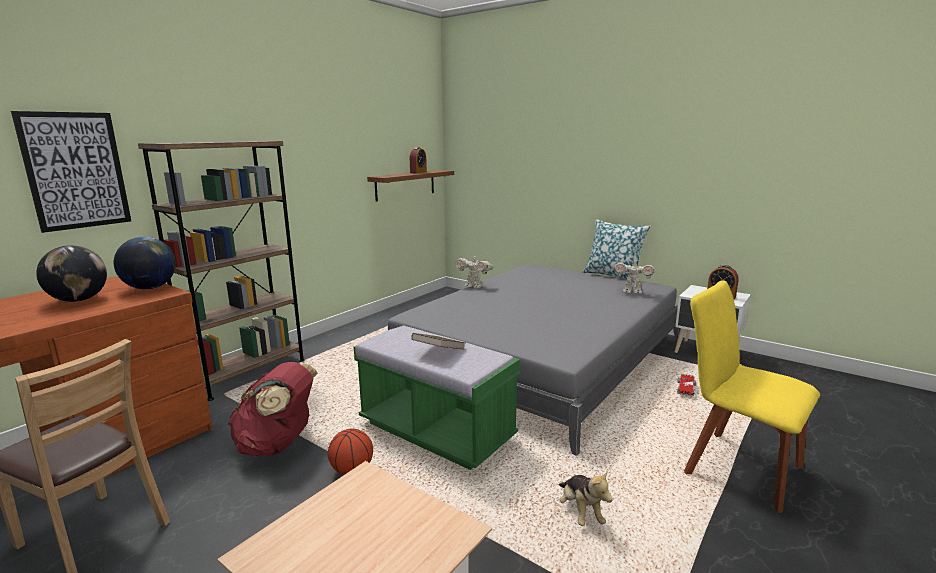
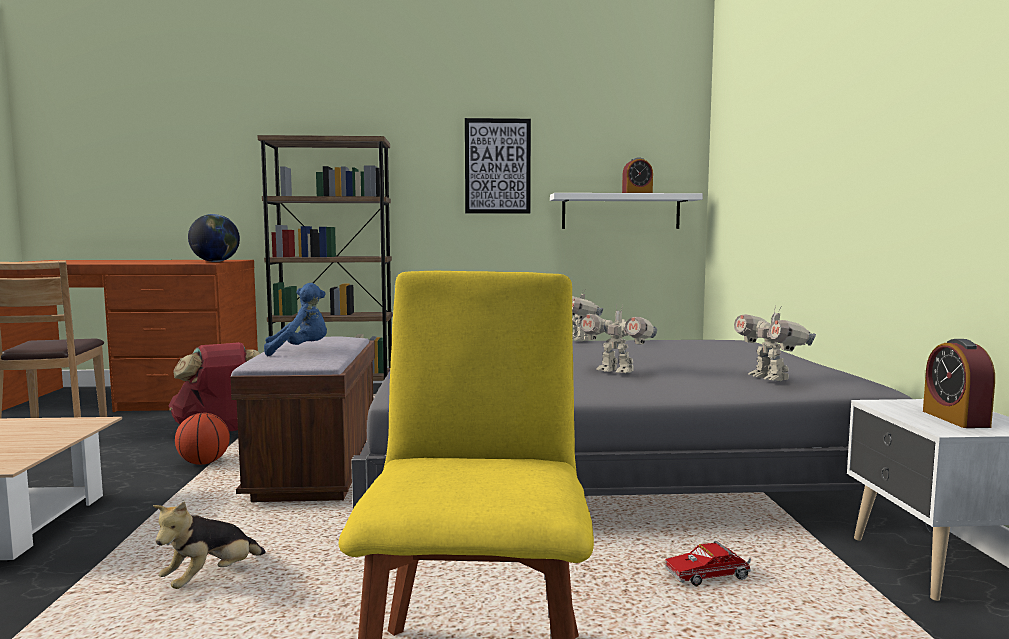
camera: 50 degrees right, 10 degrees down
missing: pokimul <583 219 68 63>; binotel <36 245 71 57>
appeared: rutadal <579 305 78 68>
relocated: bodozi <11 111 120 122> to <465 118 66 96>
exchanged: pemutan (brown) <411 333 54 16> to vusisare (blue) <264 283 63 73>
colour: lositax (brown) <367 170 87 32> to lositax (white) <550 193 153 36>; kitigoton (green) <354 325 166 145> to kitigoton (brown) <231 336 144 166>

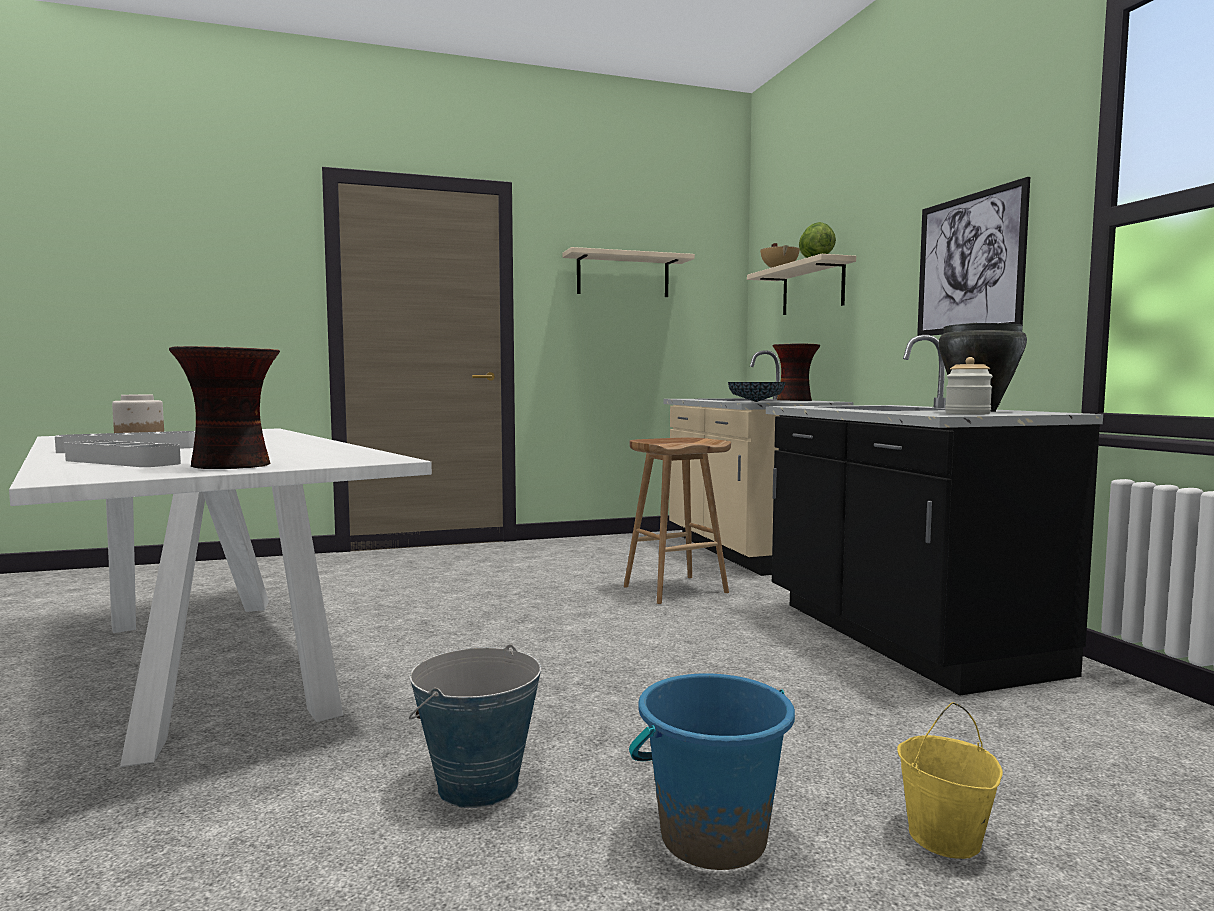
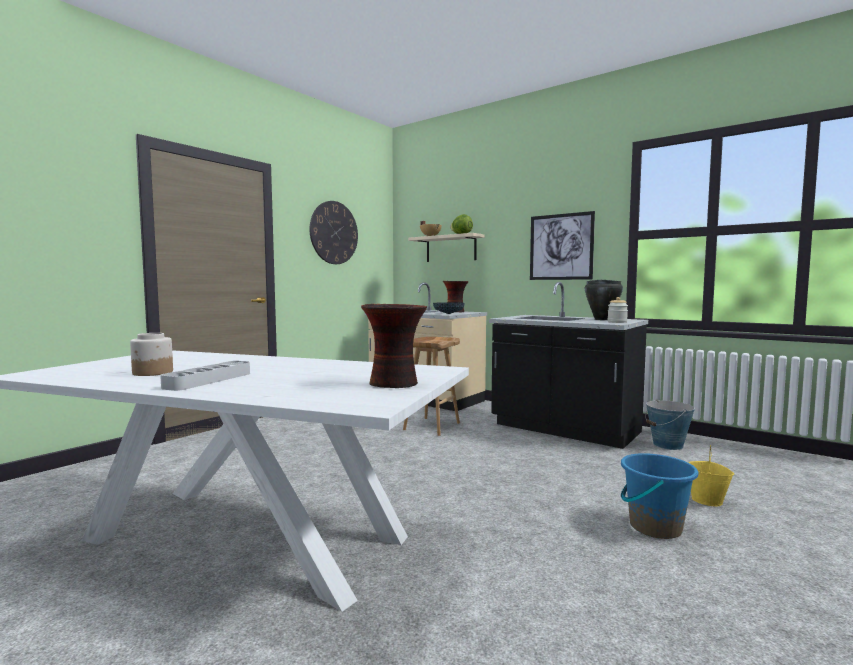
camera: 35 degrees left, 0 degrees up
missing: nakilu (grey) <64 440 117 27>
relocated: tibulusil <409 644 132 164> to <645 399 50 51>
exchanged: lositax (beige) <562 247 133 50> to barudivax <310 201 48 63>

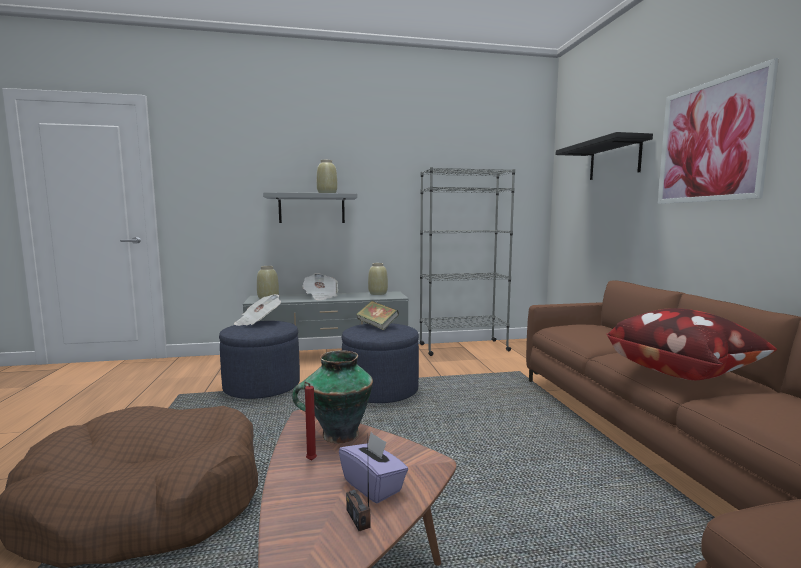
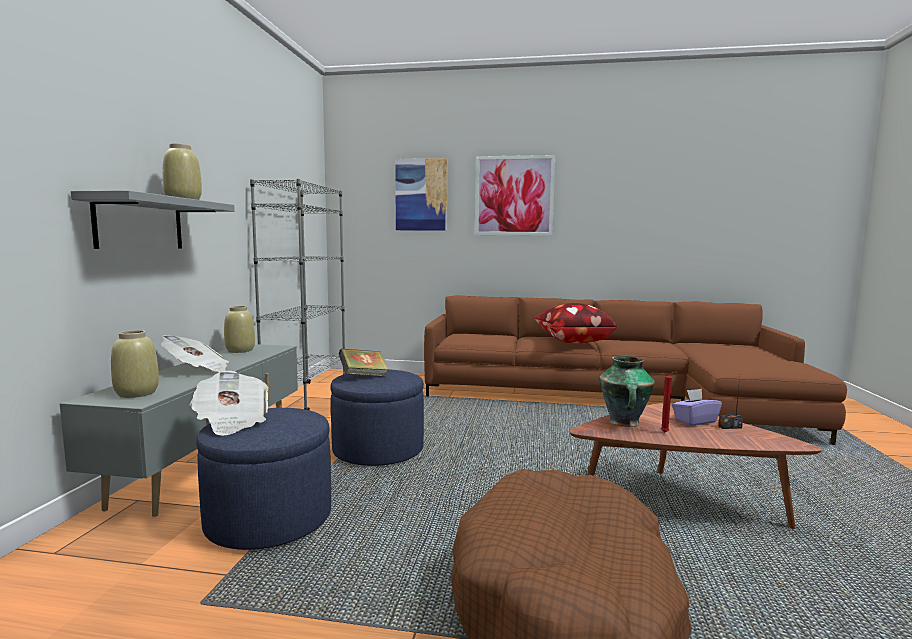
camera: 70 degrees left, 0 degrees up
exchanged: lositax (black) <556 132 97 48> to bodozi <395 158 52 73>

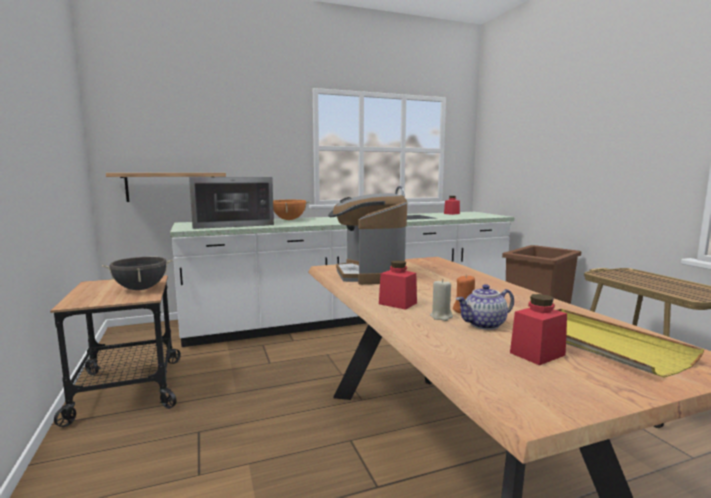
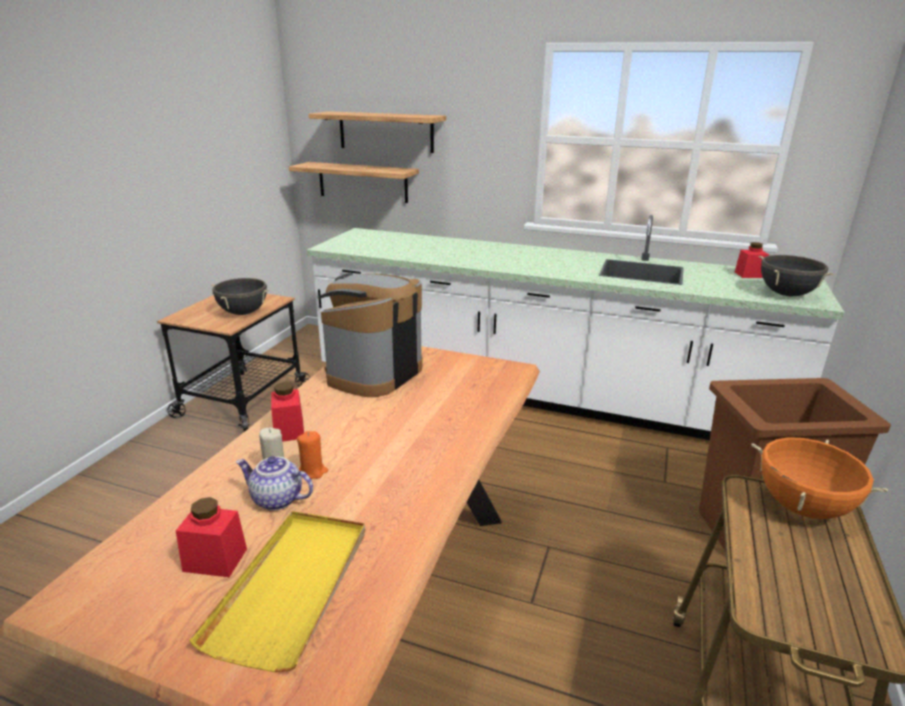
camera: 40 degrees right, 15 degrees up
missing: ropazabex <189 177 85 52>
appeared: lositax <309 111 137 42>; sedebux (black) <759 255 74 41>
relocated: sedebux (orange) <273 200 37 20> to <751 437 137 82>

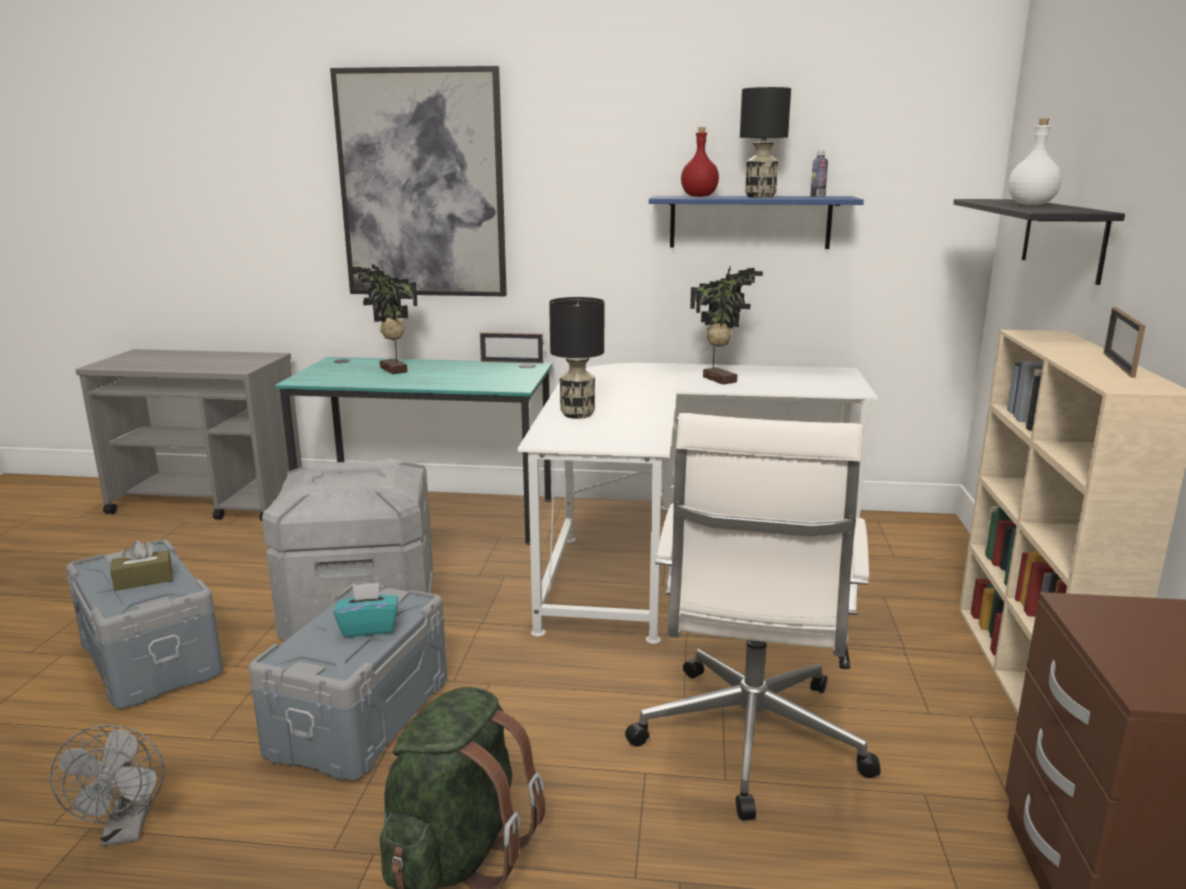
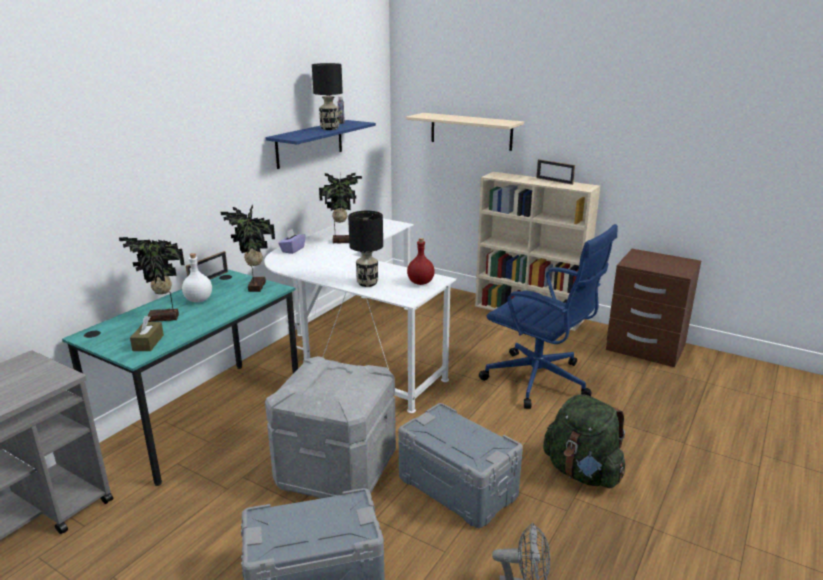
camera: 65 degrees left, 5 degrees up
missing: bodozi <330 66 177 230>; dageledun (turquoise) <334 582 64 55>
appeared: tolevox <220 205 55 87>; dageledun (purple) <278 229 28 25>
relocated: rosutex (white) <1008 118 54 87> to <182 253 30 49>; rosutex (red) <681 127 38 70> to <407 238 28 47>; dageledun (brown) <110 540 62 51> to <130 316 34 35>
colour: lositax (black) <953 199 172 86> to lositax (beige) <406 113 118 38>; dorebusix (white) <625 413 256 407> to dorebusix (blue) <479 224 139 185>

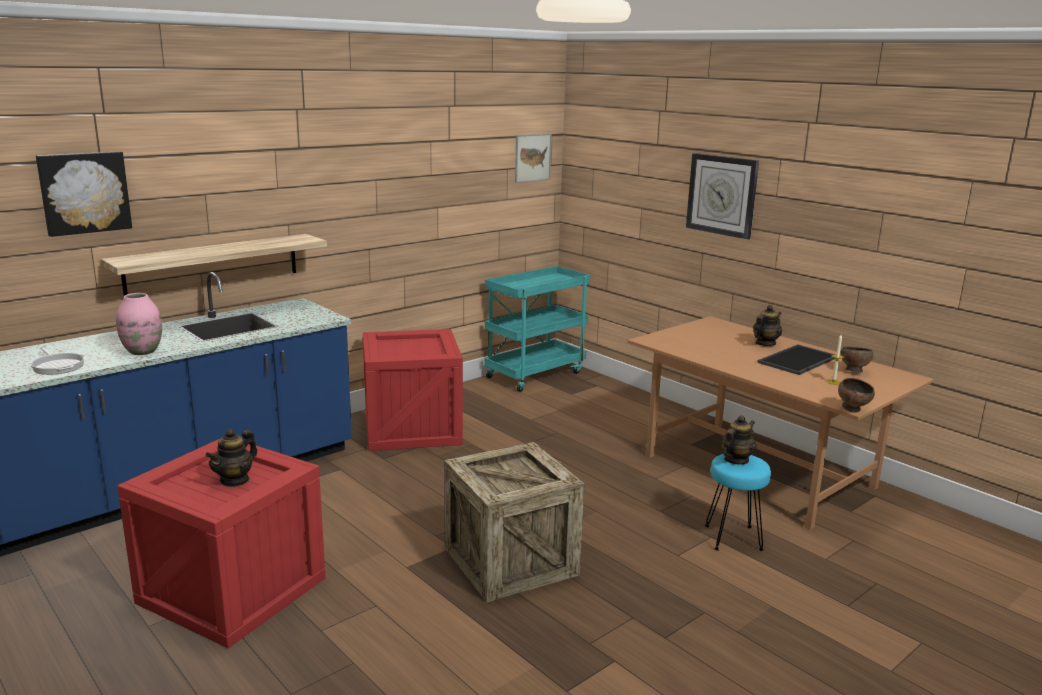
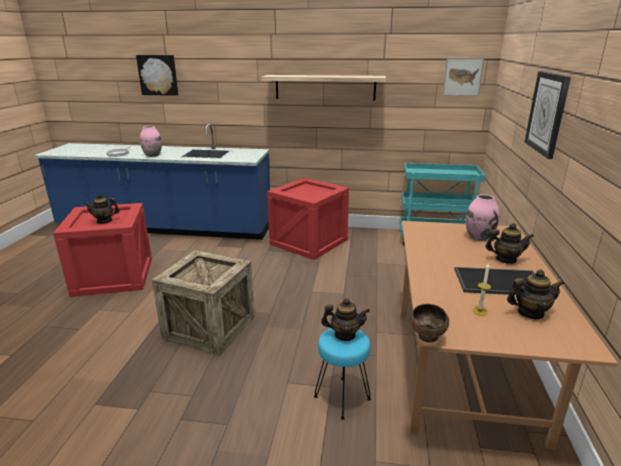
camera: 50 degrees right, 5 degrees up
appeared: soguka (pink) <466 194 34 47>
relocated: lositax <101 234 226 62> to <261 75 125 25>
exchanged: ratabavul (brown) <840 346 33 26> to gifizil <507 269 58 50>

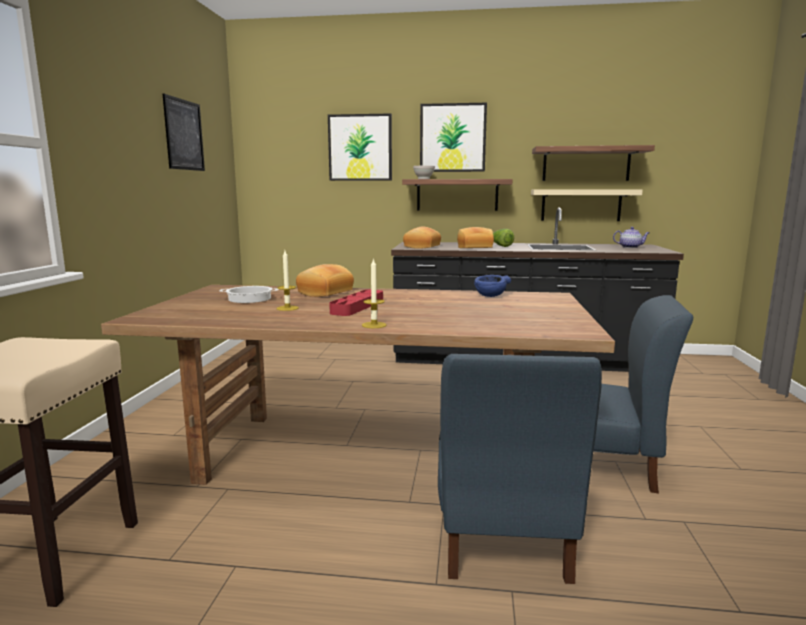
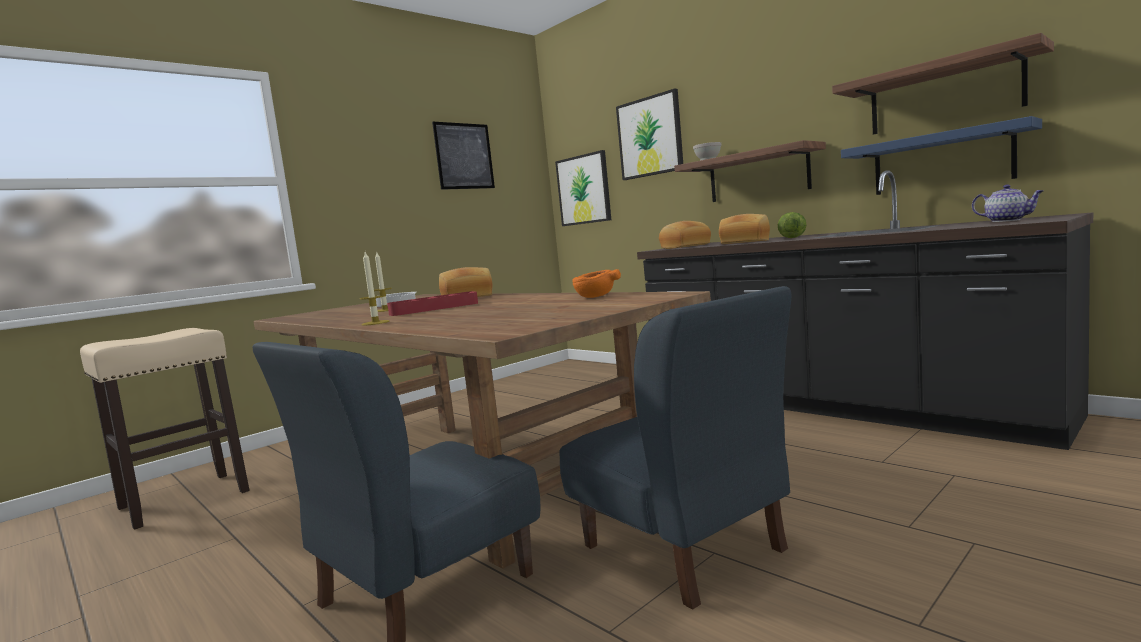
camera: 40 degrees right, 5 degrees down
relocated: bodozi <420 103 67 69> to <555 150 56 76>
colour: lositax (beige) <531 189 112 32> to lositax (blue) <841 116 201 79>; ratabavul (blue) <474 275 37 22> to ratabavul (orange) <573 269 48 29>

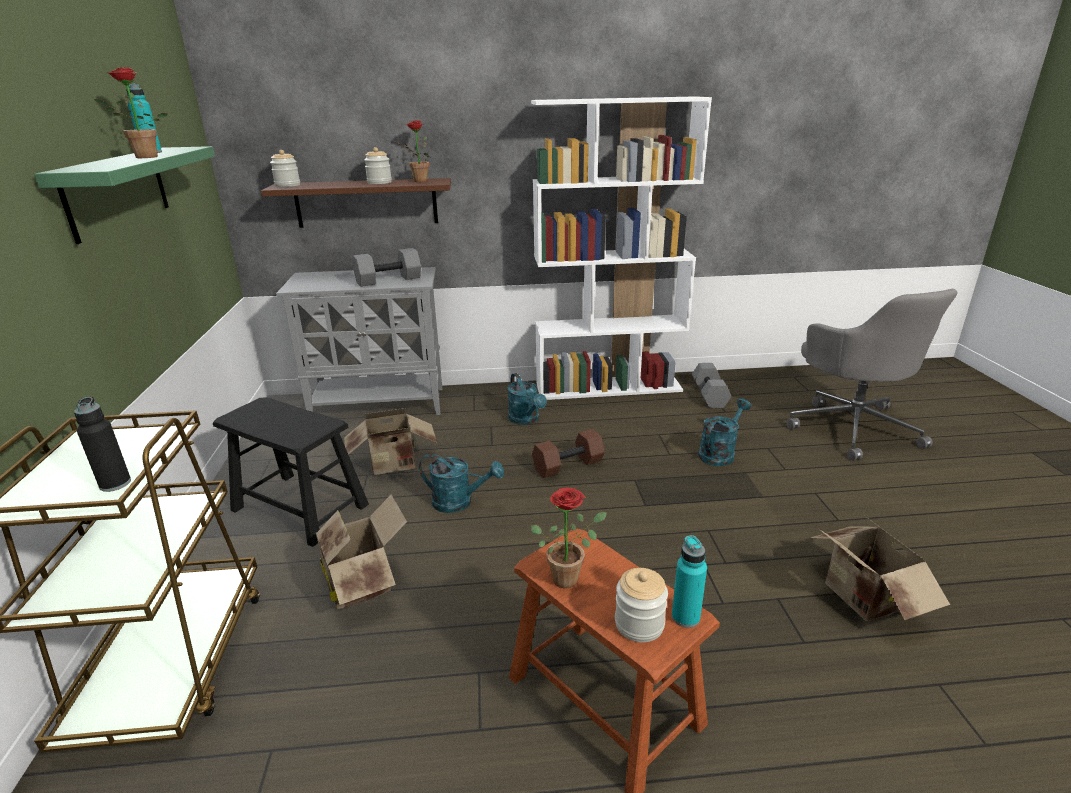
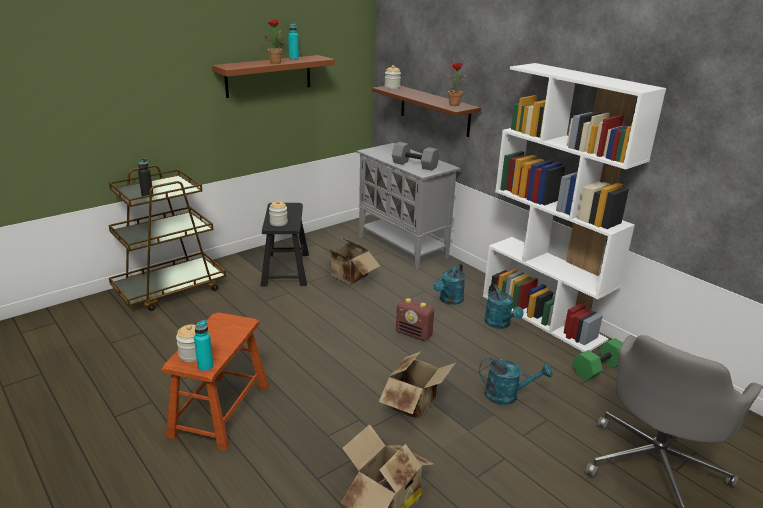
camera: 55 degrees right, 0 degrees up
missing: tolevox <531 488 76 100>
relocated: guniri <364 147 28 37> to <269 200 19 26>; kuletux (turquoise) <419 454 85 59> to <484 284 40 45>; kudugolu <316 495 91 115> to <379 351 76 69>
exchanged: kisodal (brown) <532 429 73 49> to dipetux <396 298 38 43>
colour: lositax (green) <34 146 181 98> to lositax (brown) <212 55 123 43>; kisodal (grey) <692 363 39 45> to kisodal (green) <573 338 50 43>

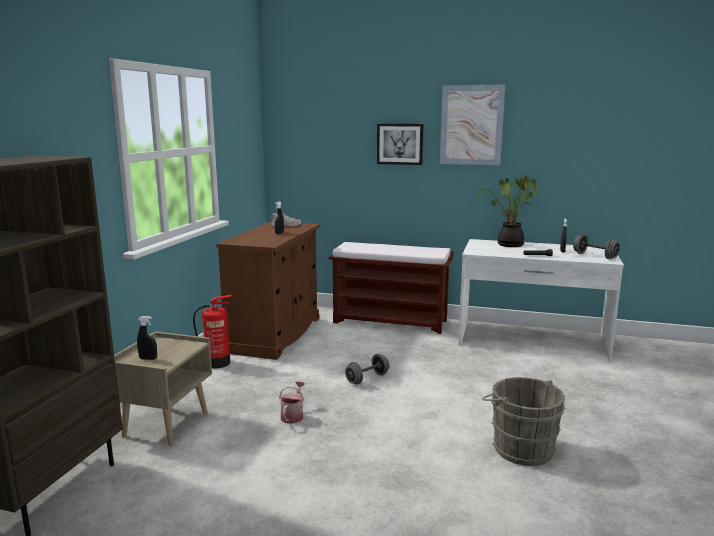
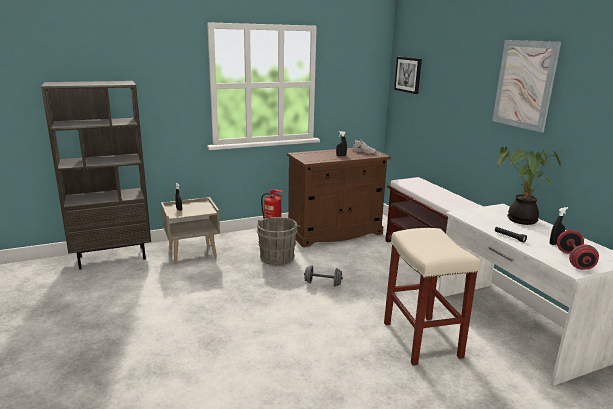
camera: 50 degrees right, 5 degrees up
missing: kuletux <279 381 26 43>
appeared: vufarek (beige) <384 228 96 137>
relocated: bodozi <377 124 46 41> to <394 57 28 37>; tibulusil (grey) <482 377 83 89> to <257 217 44 48>
colour: kisodal (grey) <573 234 47 25> to kisodal (red) <557 230 42 40>

